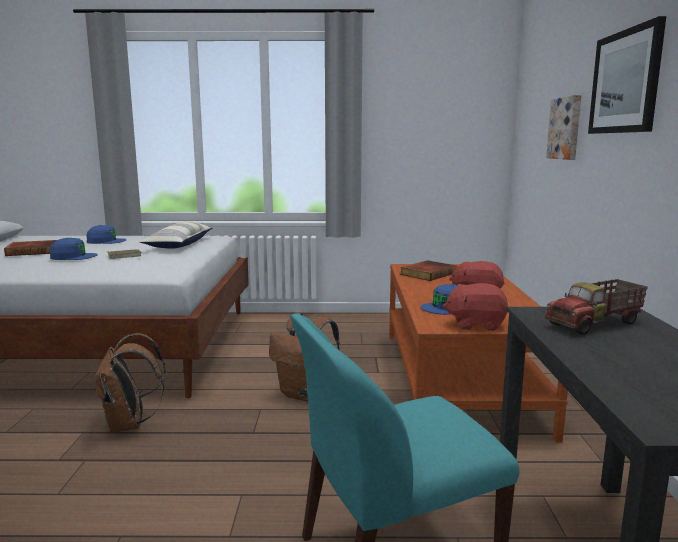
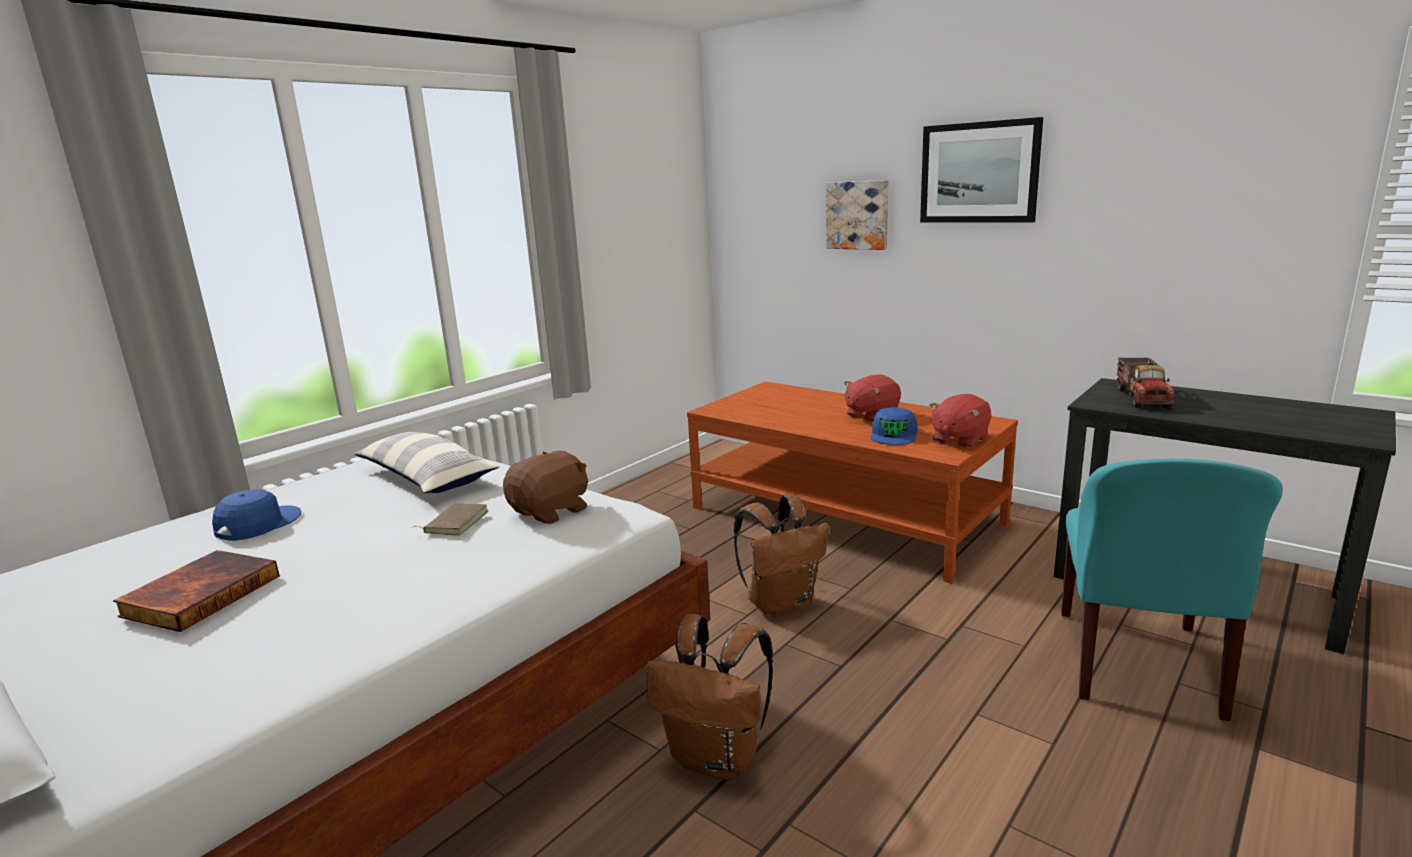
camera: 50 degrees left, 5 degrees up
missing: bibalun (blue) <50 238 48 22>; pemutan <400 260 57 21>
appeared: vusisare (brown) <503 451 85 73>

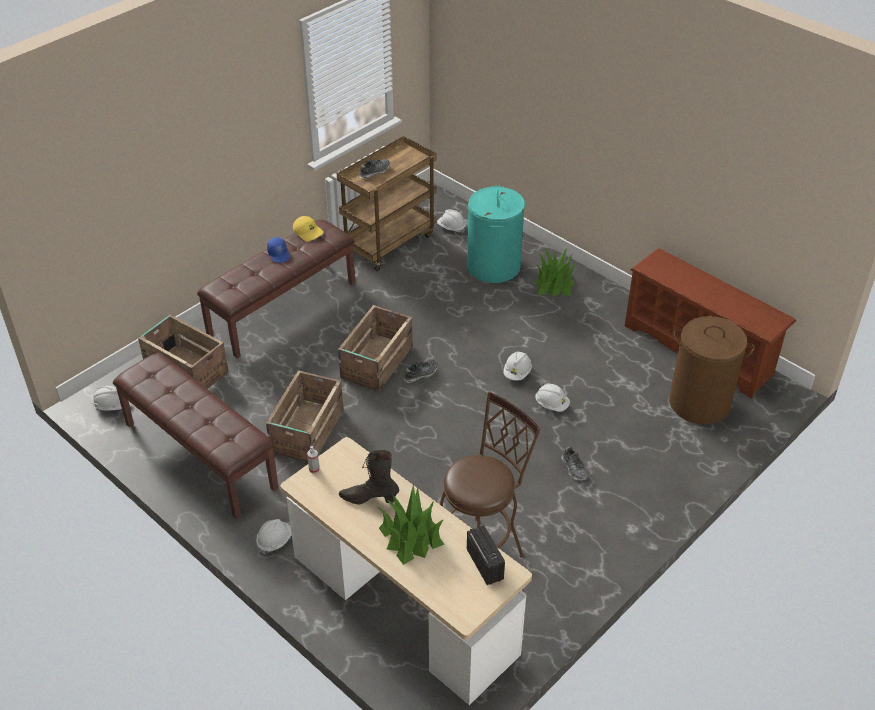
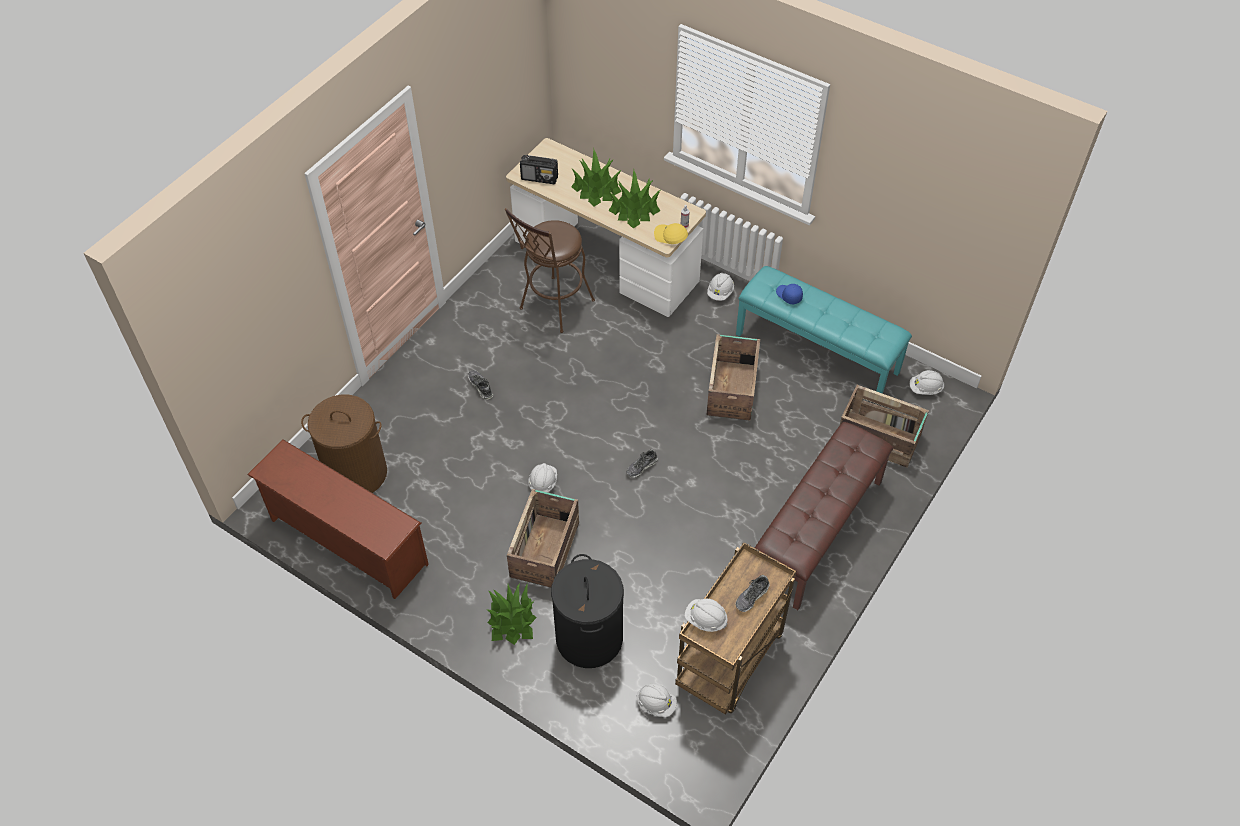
camera: 170 degrees right, 10 degrees up
relocated: bibalun (yellow) <293 216 31 26> to <654 223 34 21>; bibalun (blue) <267 237 23 26> to <776 284 27 21>; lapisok <338 305 75 87> to <507 489 72 99>; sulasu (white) <535 384 35 28> to <685 599 43 33>
exchanged: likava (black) <339 450 60 54> to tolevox <608 169 52 59>
colour: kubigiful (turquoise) <467 185 58 98> to kubigiful (black) <551 554 73 114>; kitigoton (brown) <113 353 166 166> to kitigoton (turquoise) <736 266 176 128>
spun: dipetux <467 525 38 60> = <520 155 38 29> 45 degrees counterclockwise

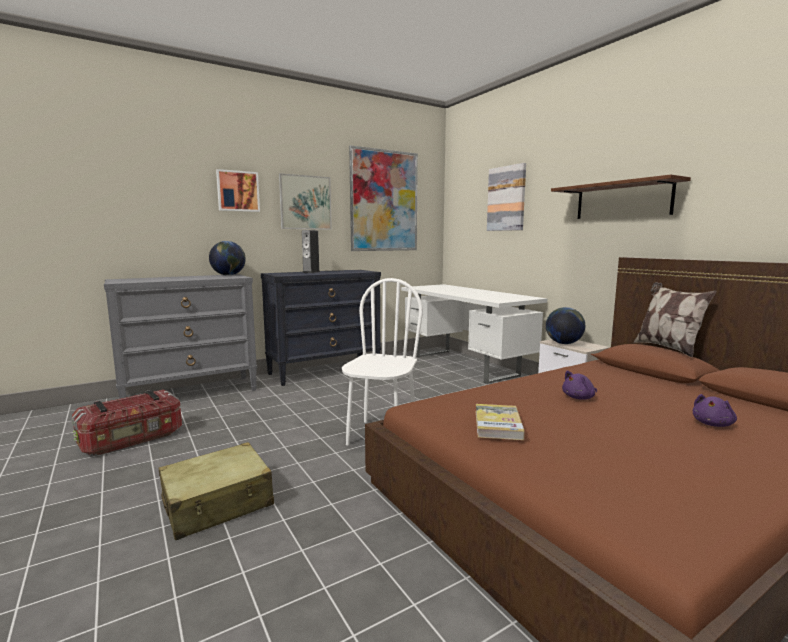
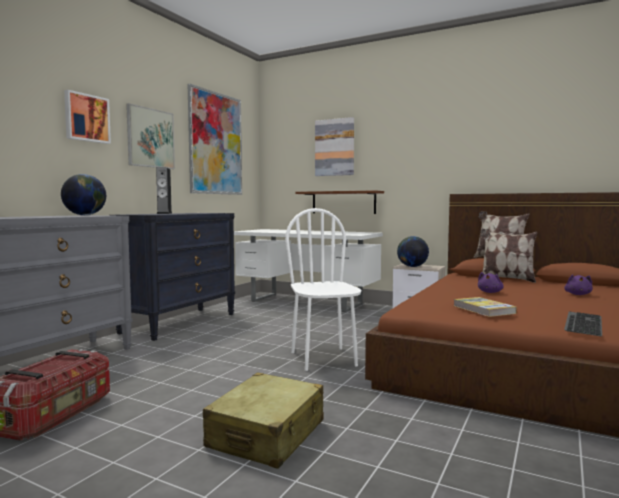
camera: 30 degrees left, 5 degrees down
appeared: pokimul <481 229 56 54>; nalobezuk <564 312 38 24>
relocated: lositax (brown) <551 174 140 45> to <295 190 89 24>

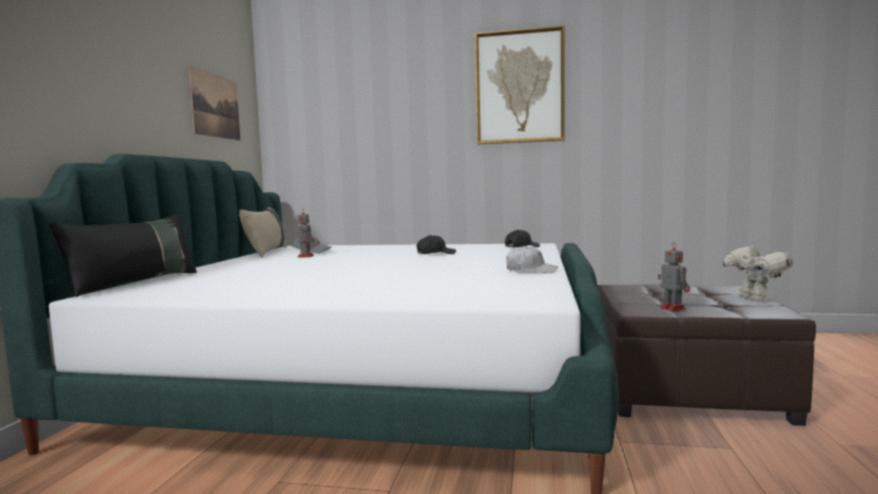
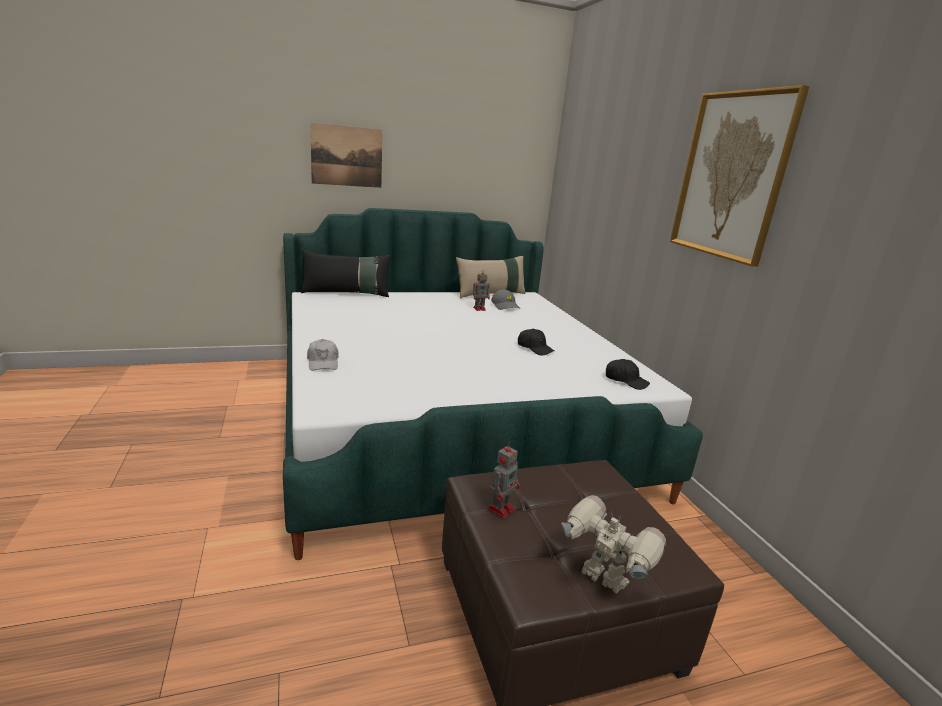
camera: 60 degrees right, 15 degrees up
relocated: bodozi <188 66 52 75> to <310 123 73 65>; bibalun (white) <506 246 52 27> to <307 339 32 32>
spun: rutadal <720 240 73 63> = <561 495 105 99> 105 degrees counterclockwise

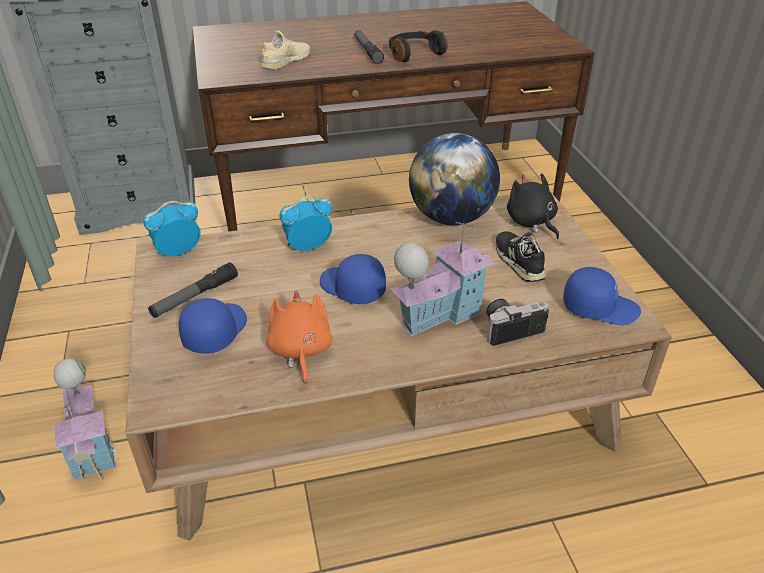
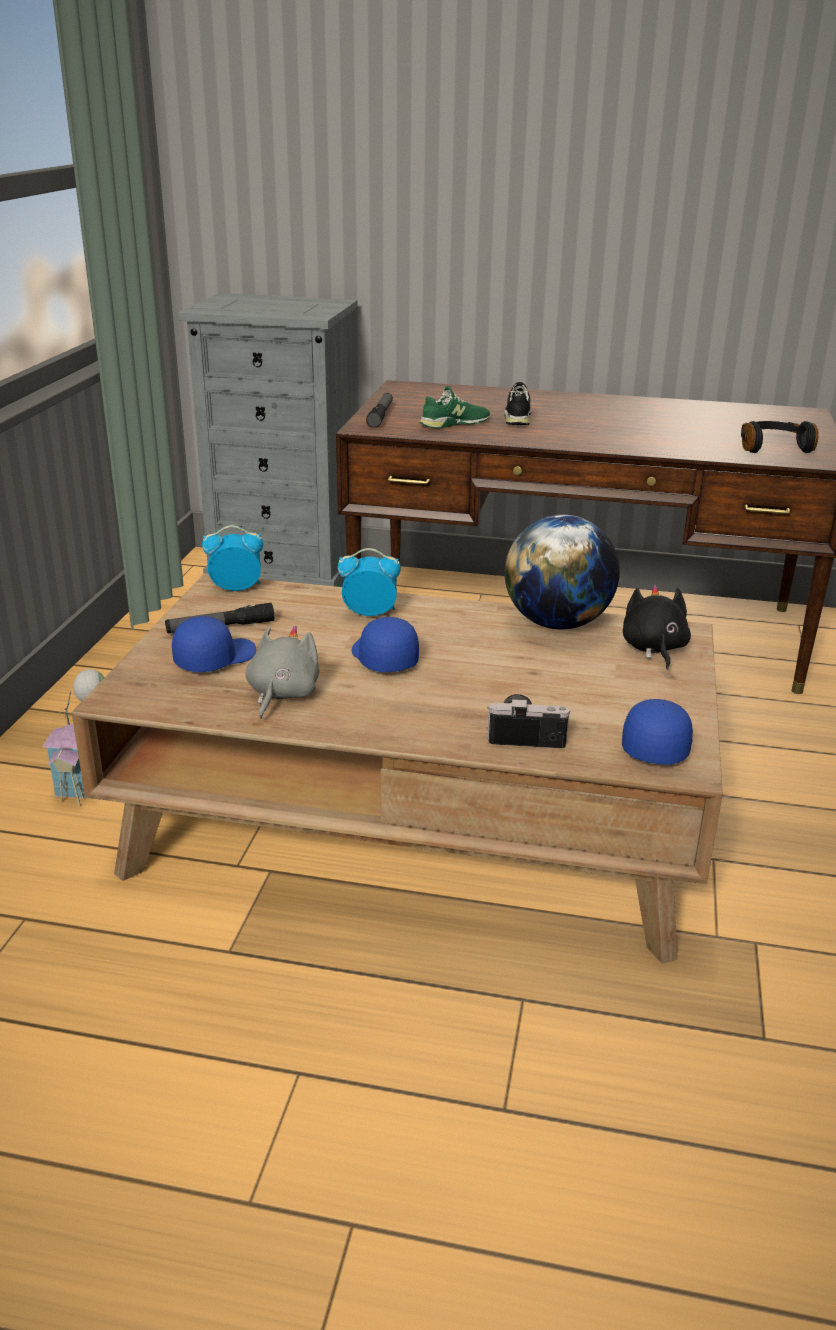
camera: 25 degrees right, 10 degrees down
missing: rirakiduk <390 222 105 115>
relocated: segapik <354 30 30 34> to <366 393 27 35>; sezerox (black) <389 30 59 32> to <741 421 78 32>; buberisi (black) <496 231 50 51> to <504 382 27 43>
colour: buberisi (beige) <261 31 49 38> to buberisi (green) <419 386 71 43>; vusisare (orange) <266 290 66 94> to vusisare (grey) <245 626 75 92>
spun: bibalun (blue) <563 267 78 58> = <622 699 71 66> 105 degrees counterclockwise

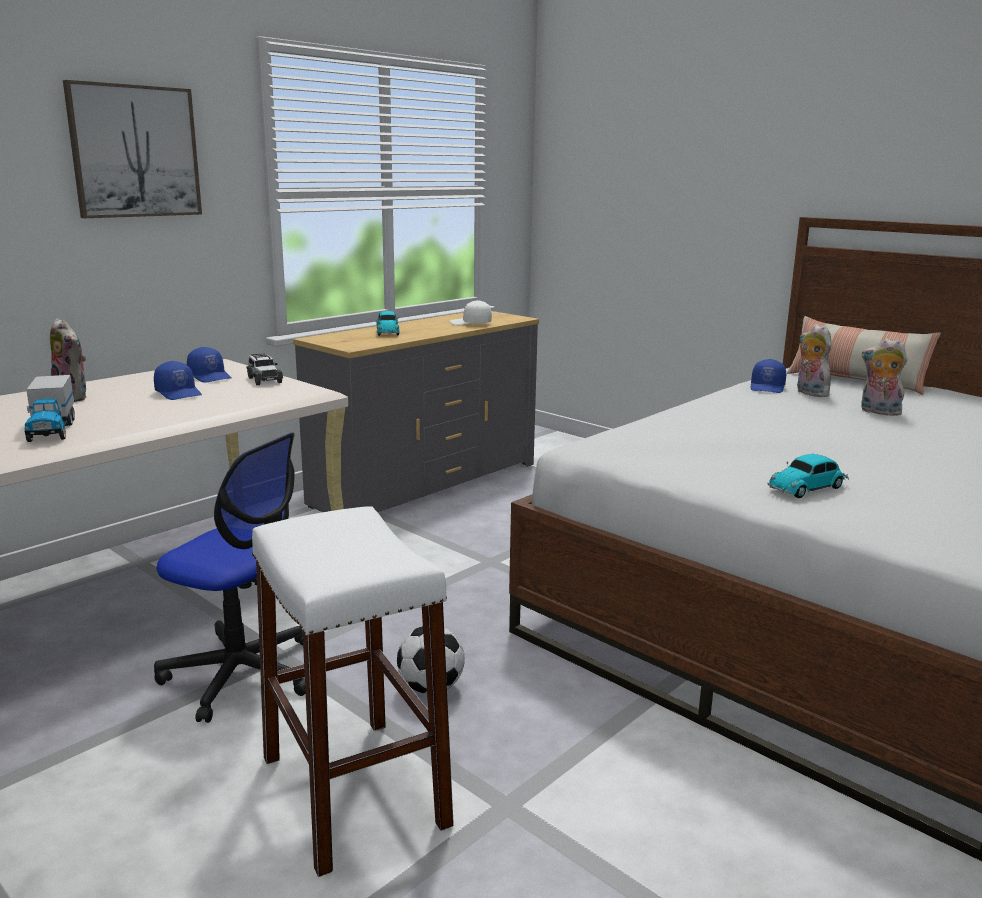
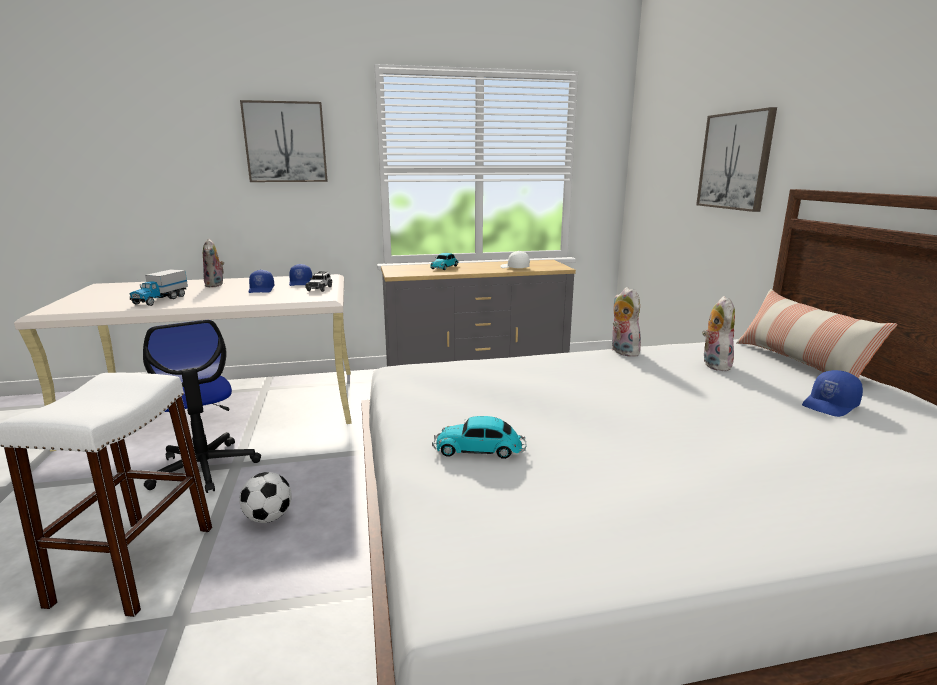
camera: 35 degrees right, 0 degrees up
appeared: bodozi <696 107 81 105>
relocated: vusisare <861 338 47 78> to <612 287 29 70>; bibalun (blue) <750 359 36 34> to <802 370 61 47>

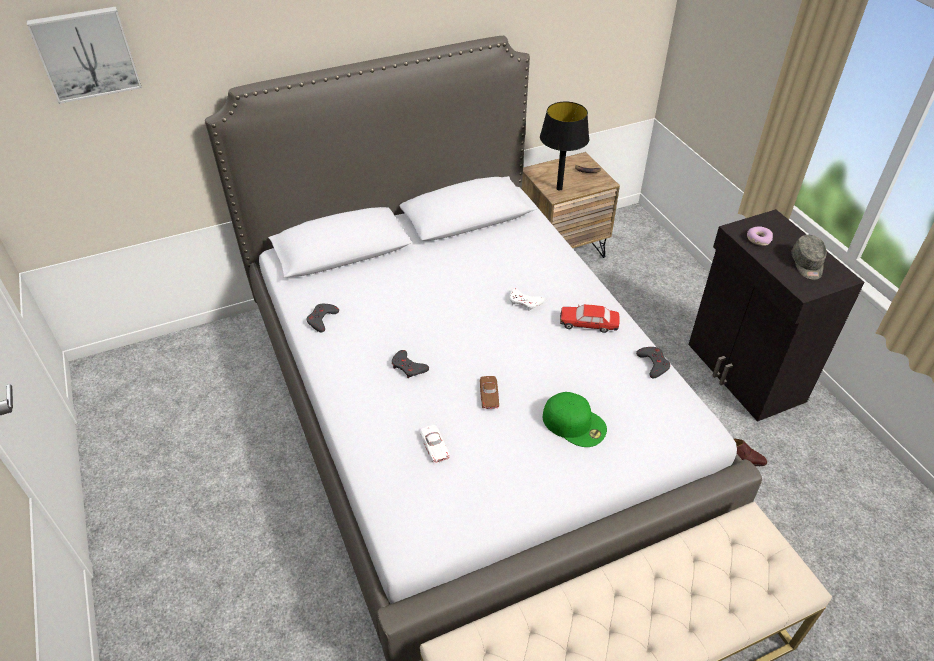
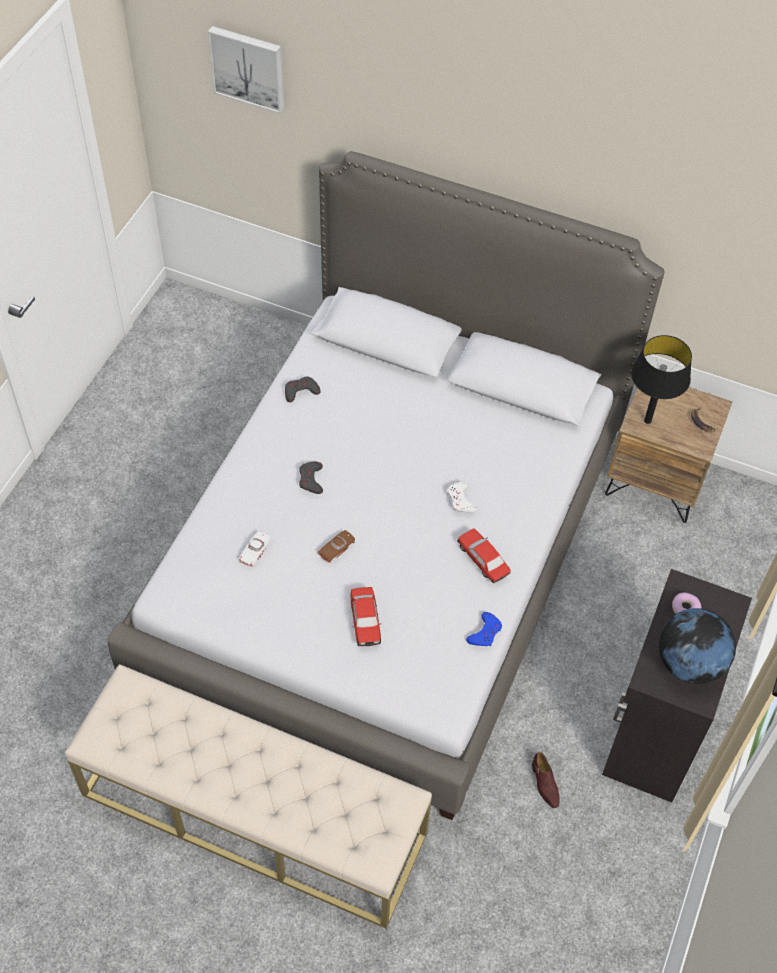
camera: 45 degrees right, 10 degrees up
exchanged: bibalun (grey) <791 235 36 45> to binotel <659 608 77 76>; bibalun (green) <542 392 65 55> to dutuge <351 587 30 59>
colour: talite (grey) <636 347 34 31> to talite (blue) <466 612 36 34>

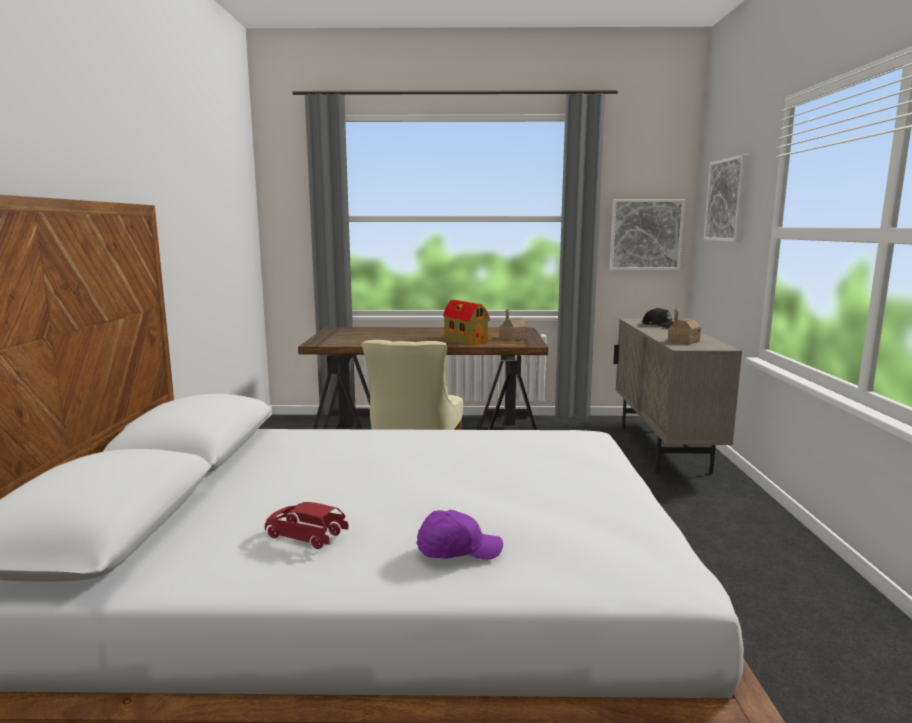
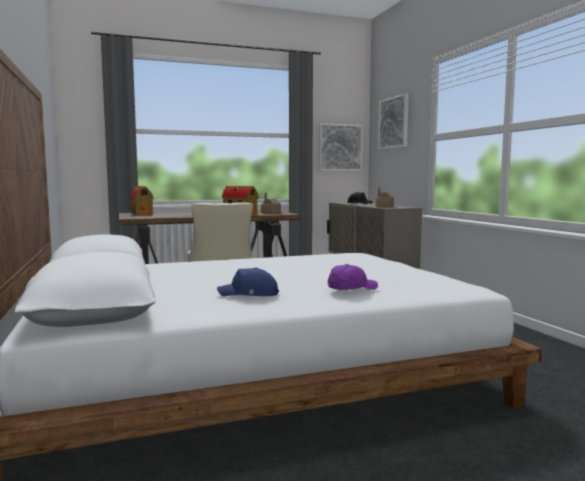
camera: 20 degrees left, 5 degrees down
appeared: rirakiduk <130 186 24 30>
exchanged: dutuge (red) <265 502 83 47> to bibalun (blue) <217 268 62 28>

